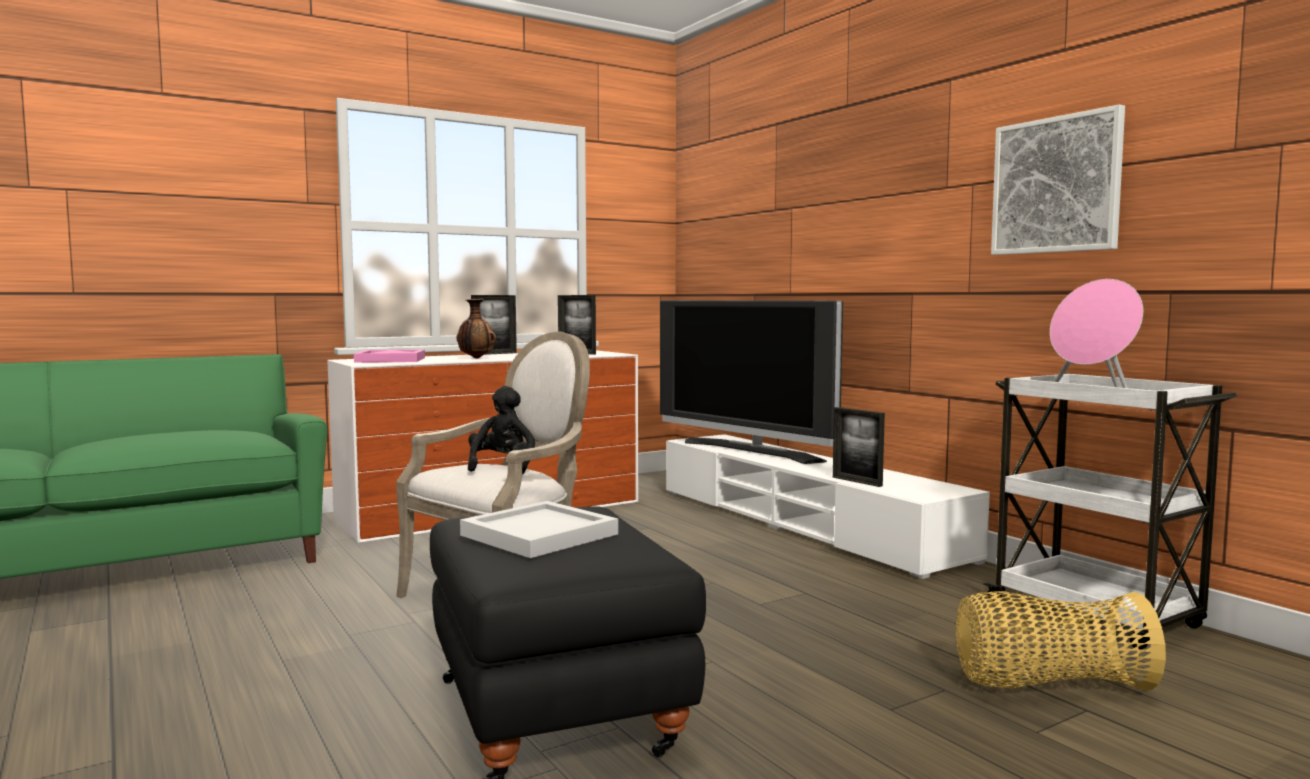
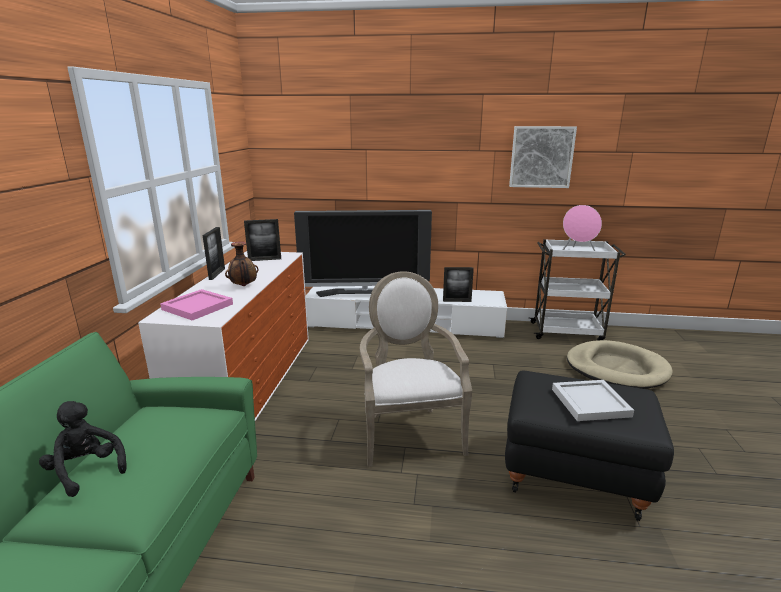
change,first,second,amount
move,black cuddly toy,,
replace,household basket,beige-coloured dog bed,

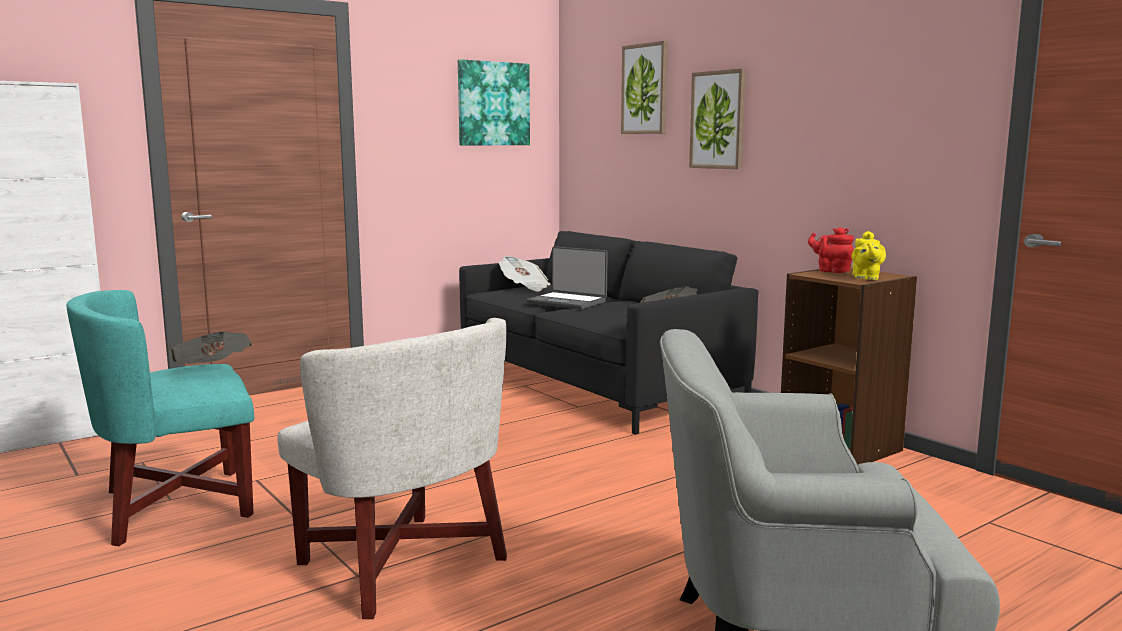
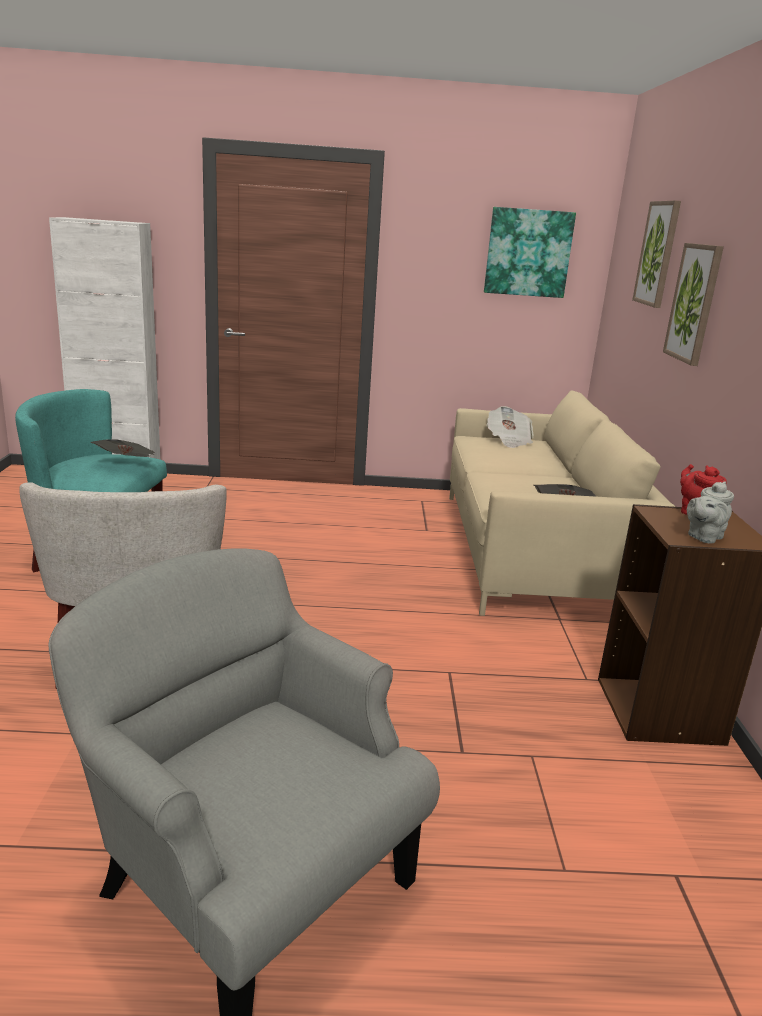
change,first,second,amount
recolor,black settee,beige-coloured settee,
delete,laptop,,
recolor,yellow tea pot,greyish tea pot,

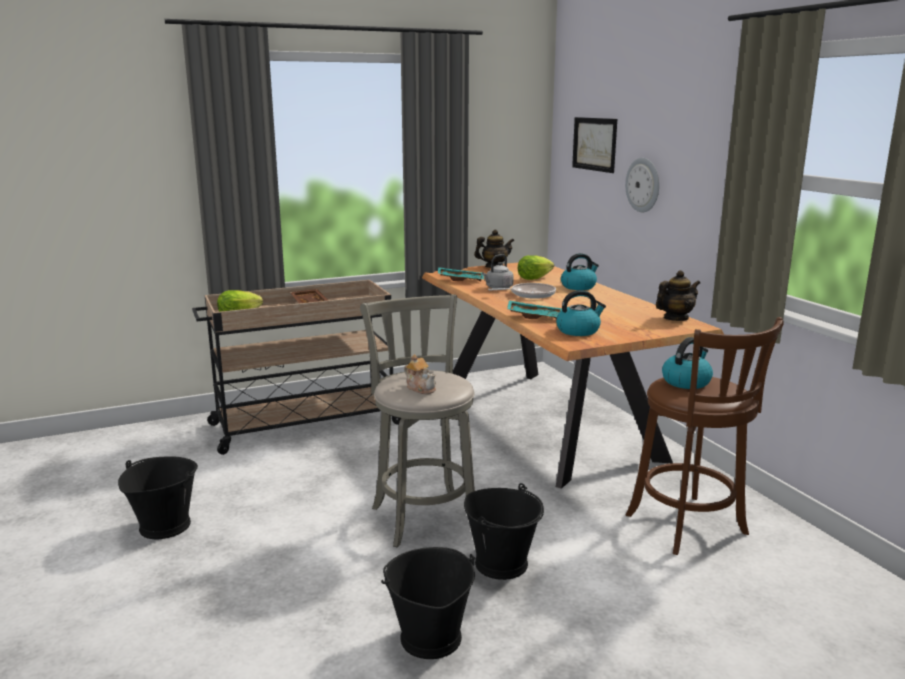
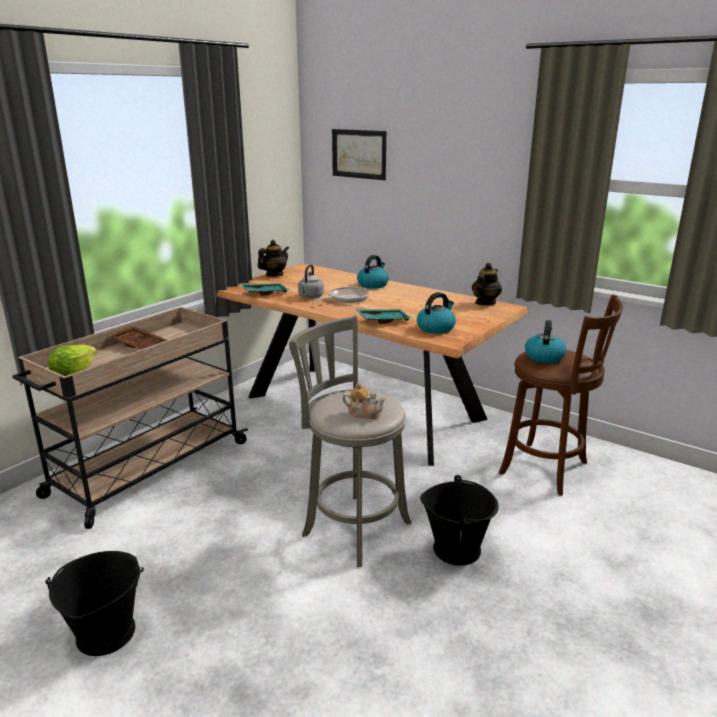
change,first,second,amount
delete,black pail (2nd from left),,
delete,lettuce (2nd from left),,
delete,clock on the wall,,

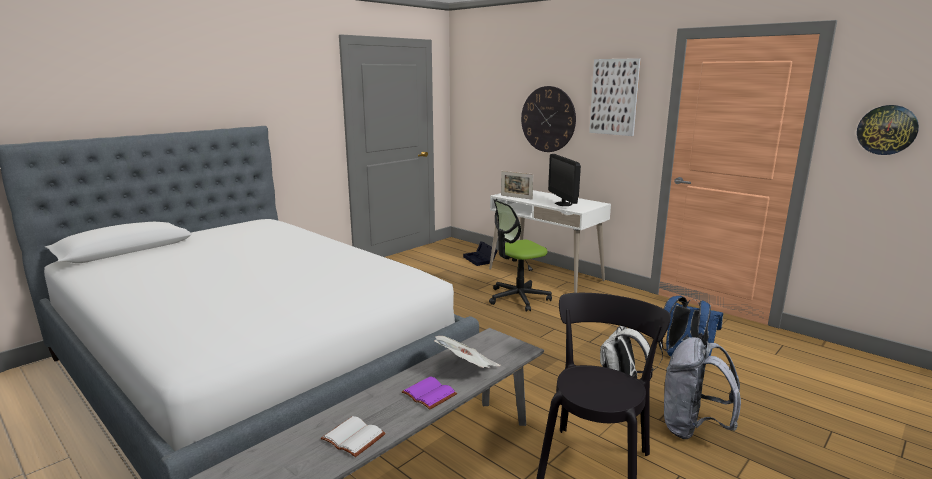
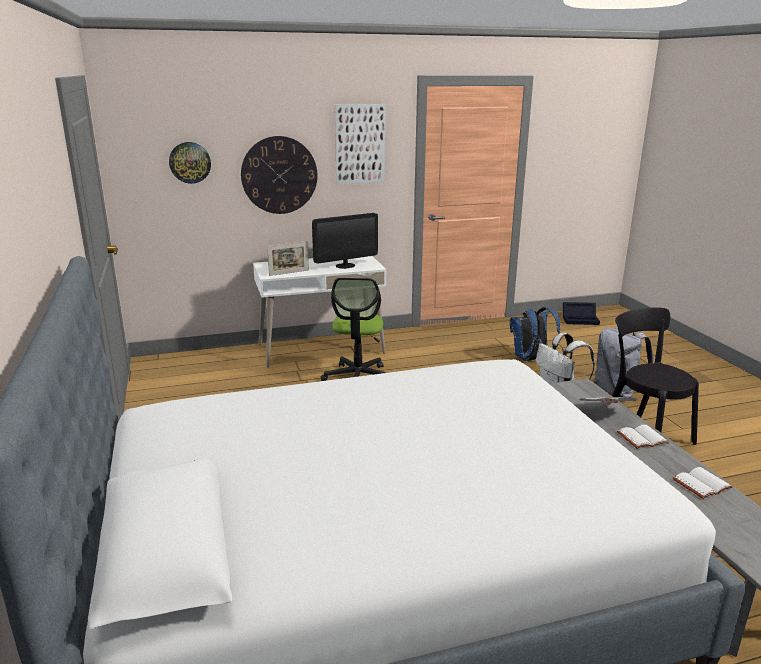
change,first,second,amount
recolor,purple-coloured book,whitish book (1st from left),
move,black storage bin,,
rotate,monitor,,45 degrees counterclockwise
move,clock on the wall (2nd from left in the first image),clock on the wall (1st from left),

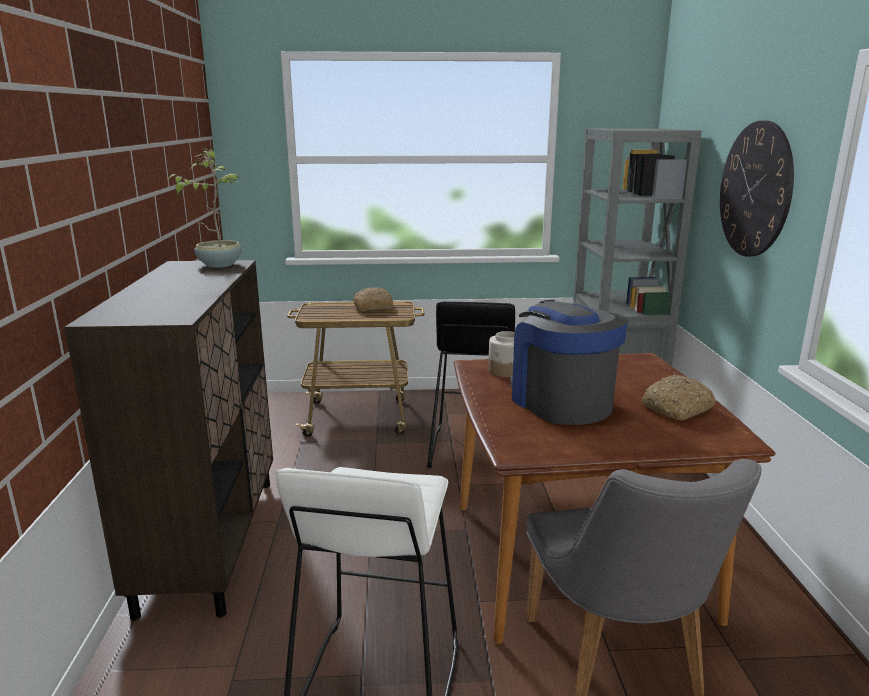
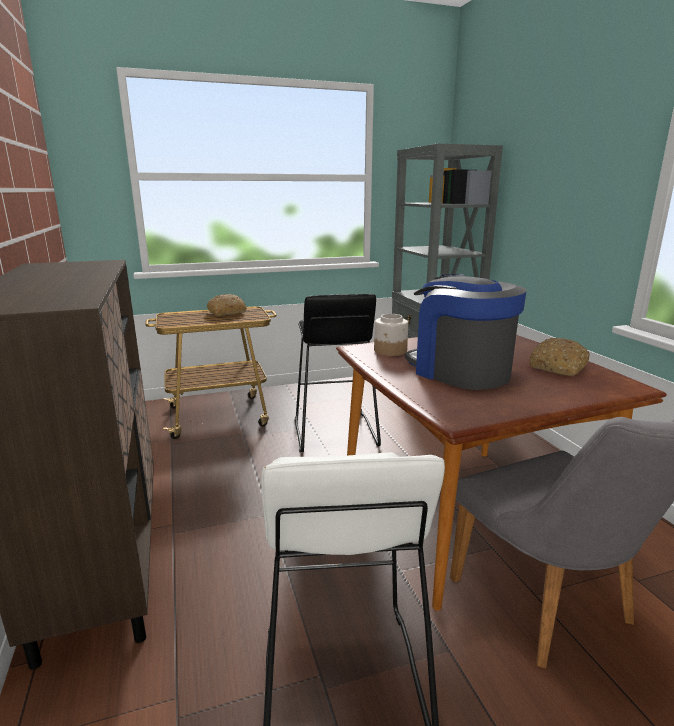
change,first,second,amount
delete,plant in a pot,,
delete,clock on the wall,,

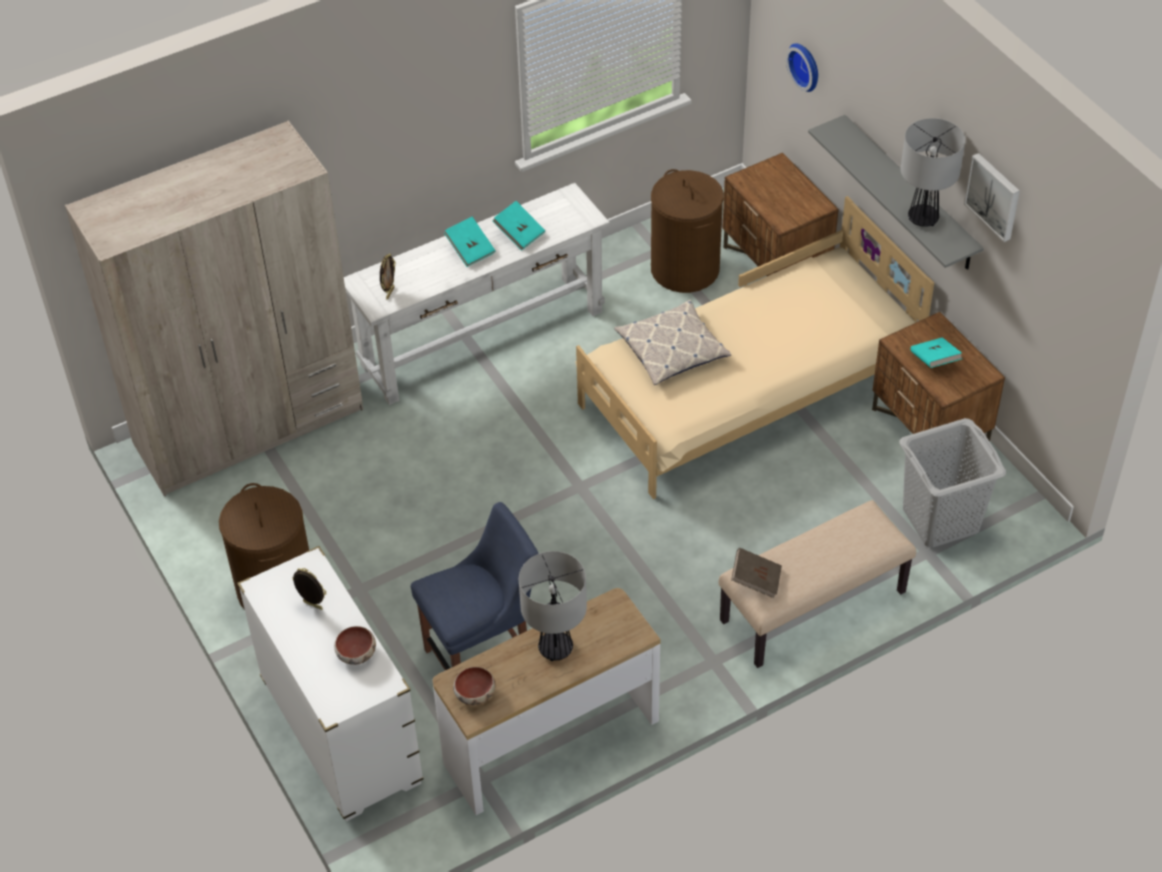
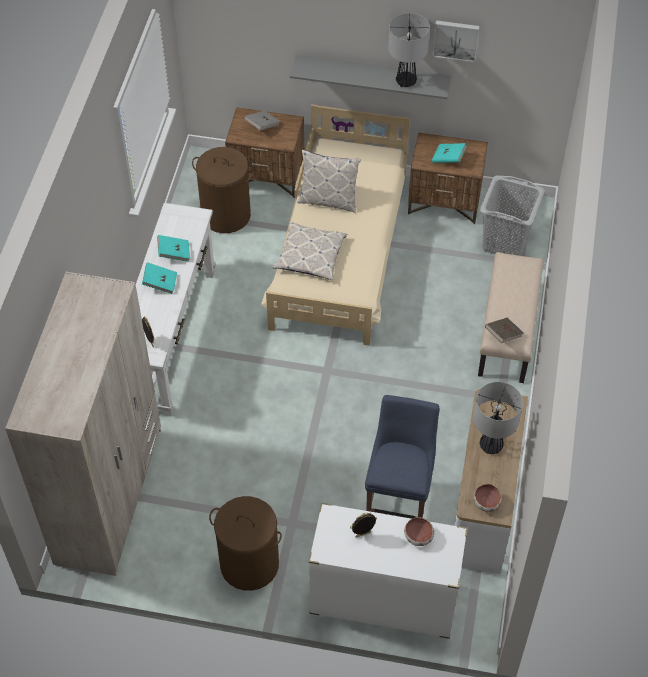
change,first,second,amount
delete,clock on the wall,,
insert,,greyish book,
insert,,cushion (2nd from left),

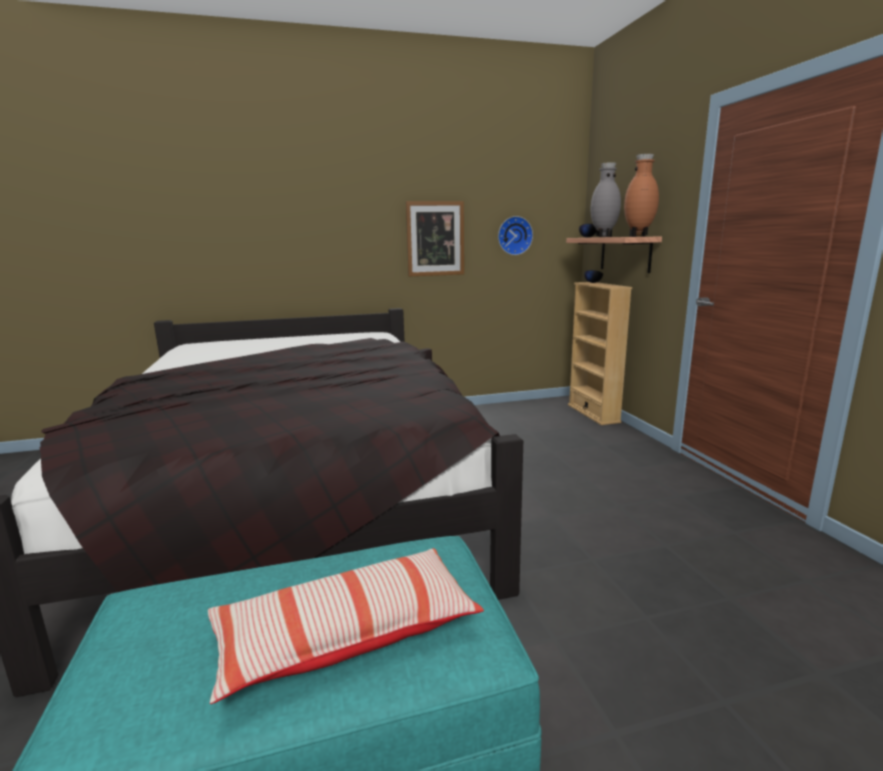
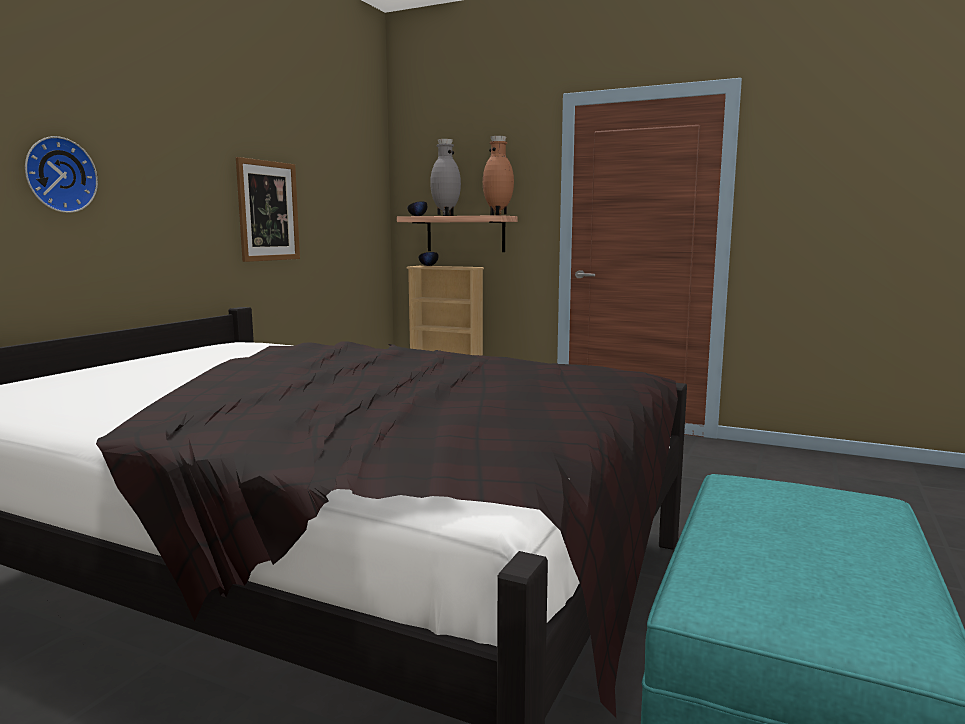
change,first,second,amount
delete,cushion,,
move,clock on the wall,,

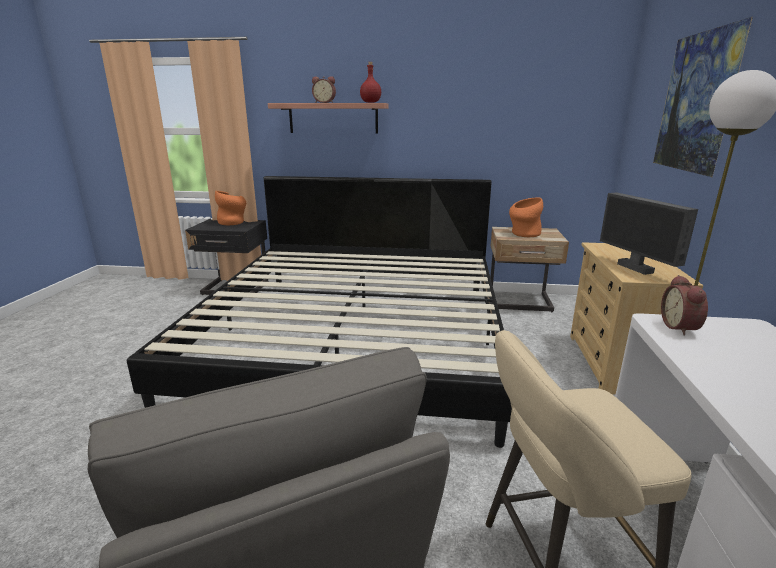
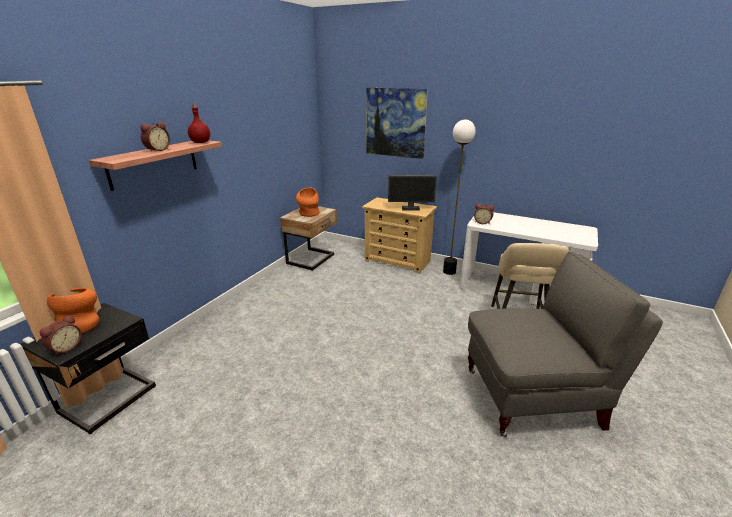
change,first,second,amount
delete,bedroom bed,,
insert,,bedside clock (1st from left),

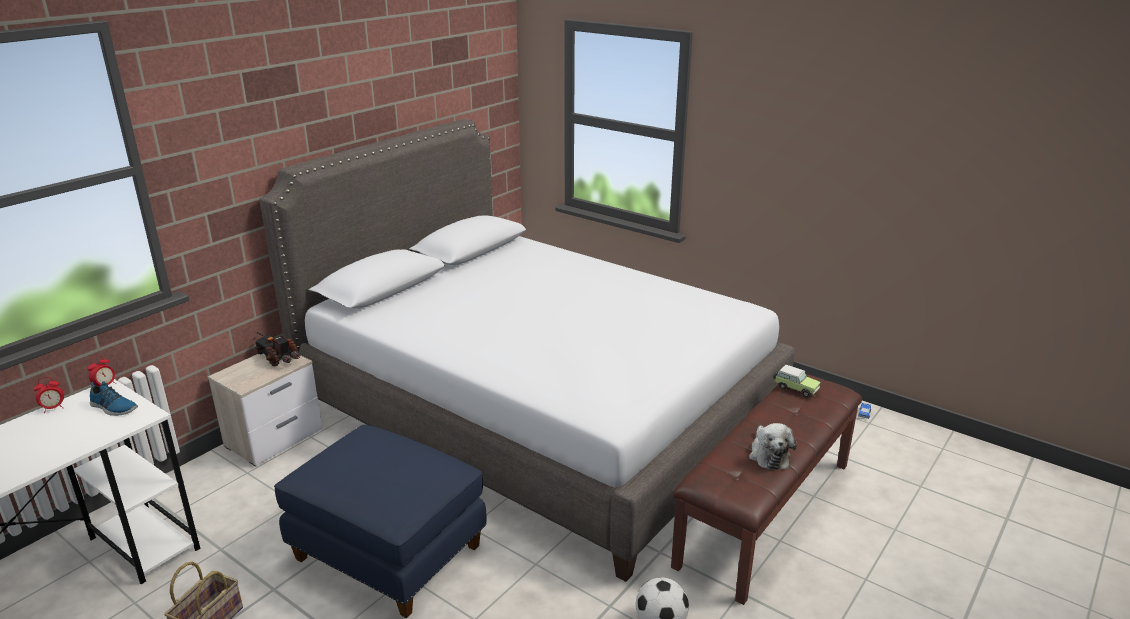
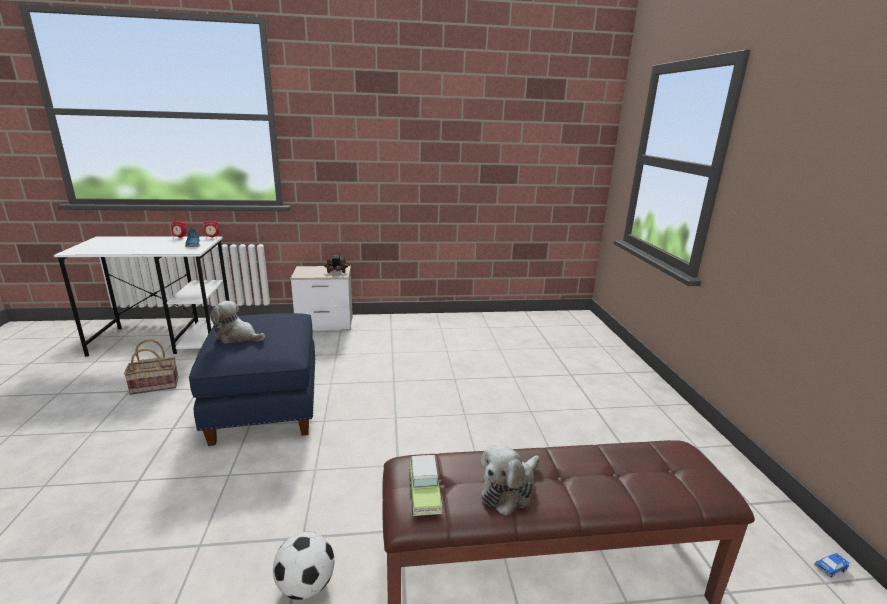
change,first,second,amount
delete,greyish bedroom bed,,
move,toy car (1st from left),,
insert,,cuddly toy (1st from left),

